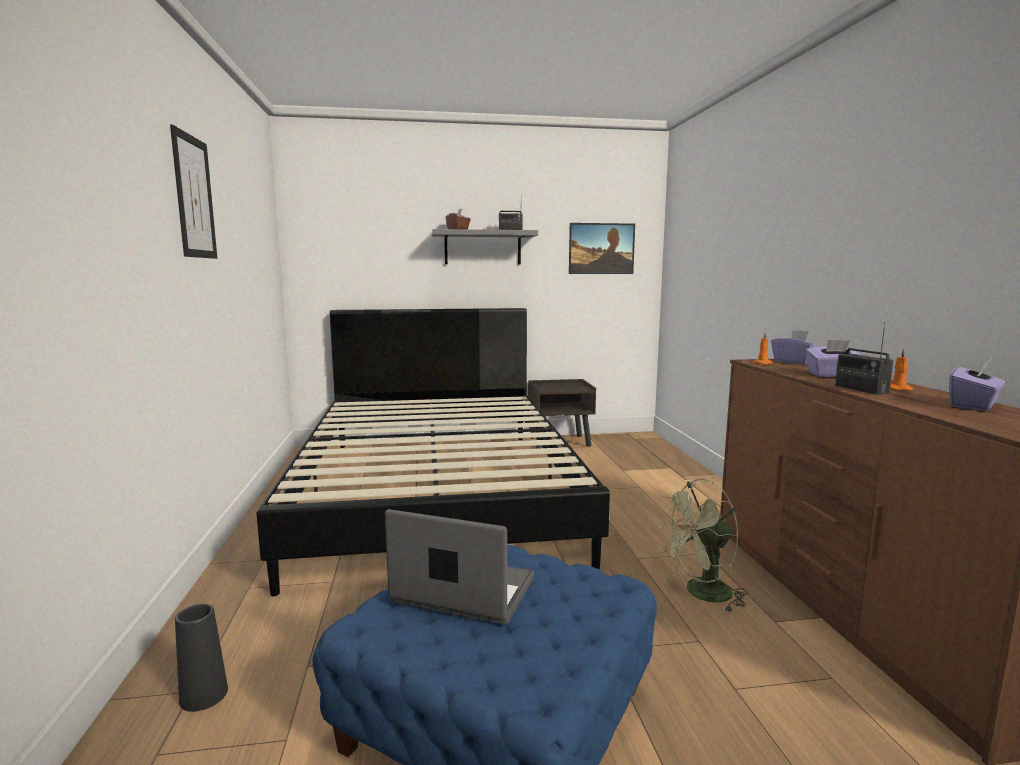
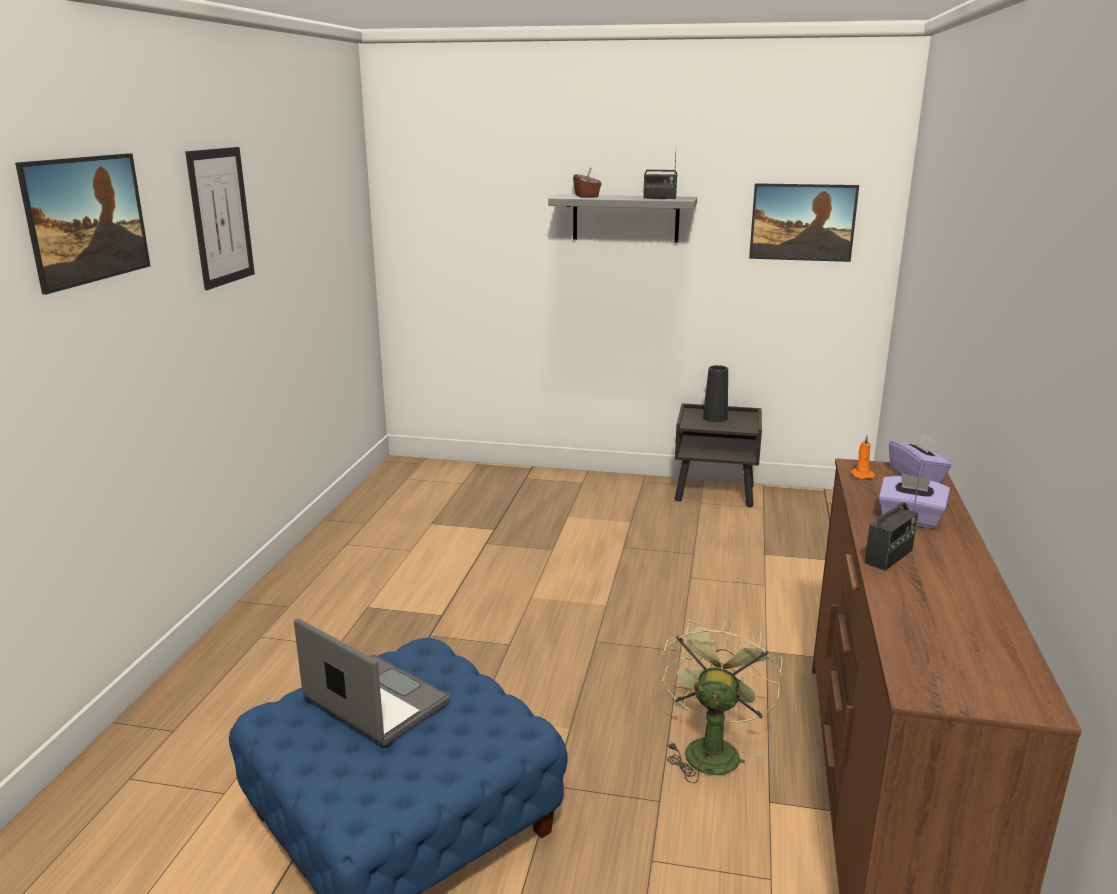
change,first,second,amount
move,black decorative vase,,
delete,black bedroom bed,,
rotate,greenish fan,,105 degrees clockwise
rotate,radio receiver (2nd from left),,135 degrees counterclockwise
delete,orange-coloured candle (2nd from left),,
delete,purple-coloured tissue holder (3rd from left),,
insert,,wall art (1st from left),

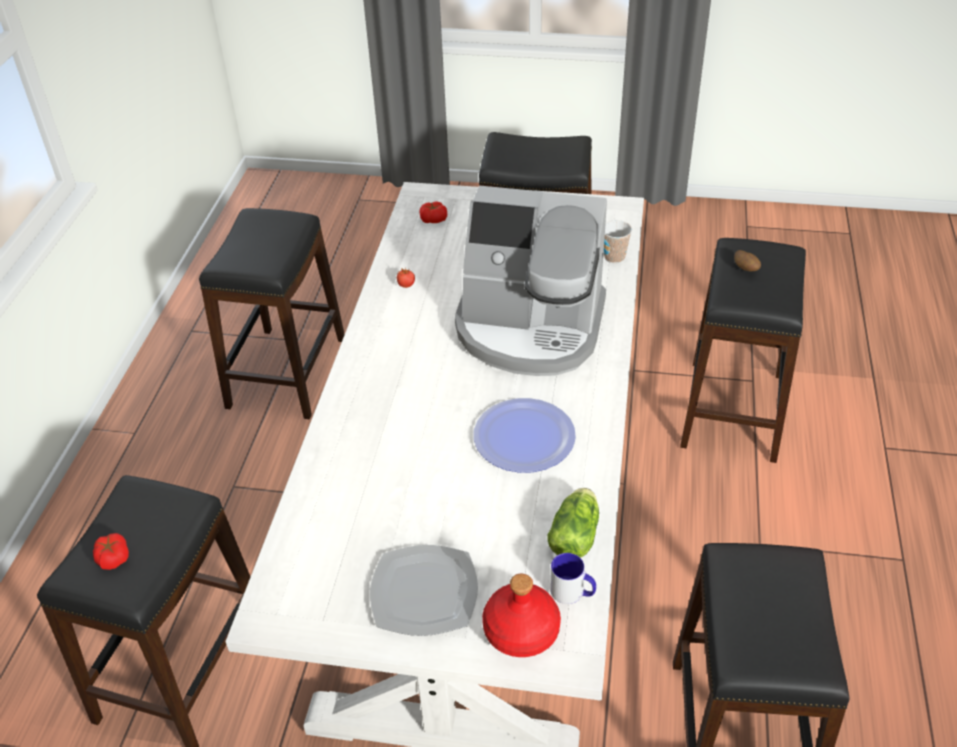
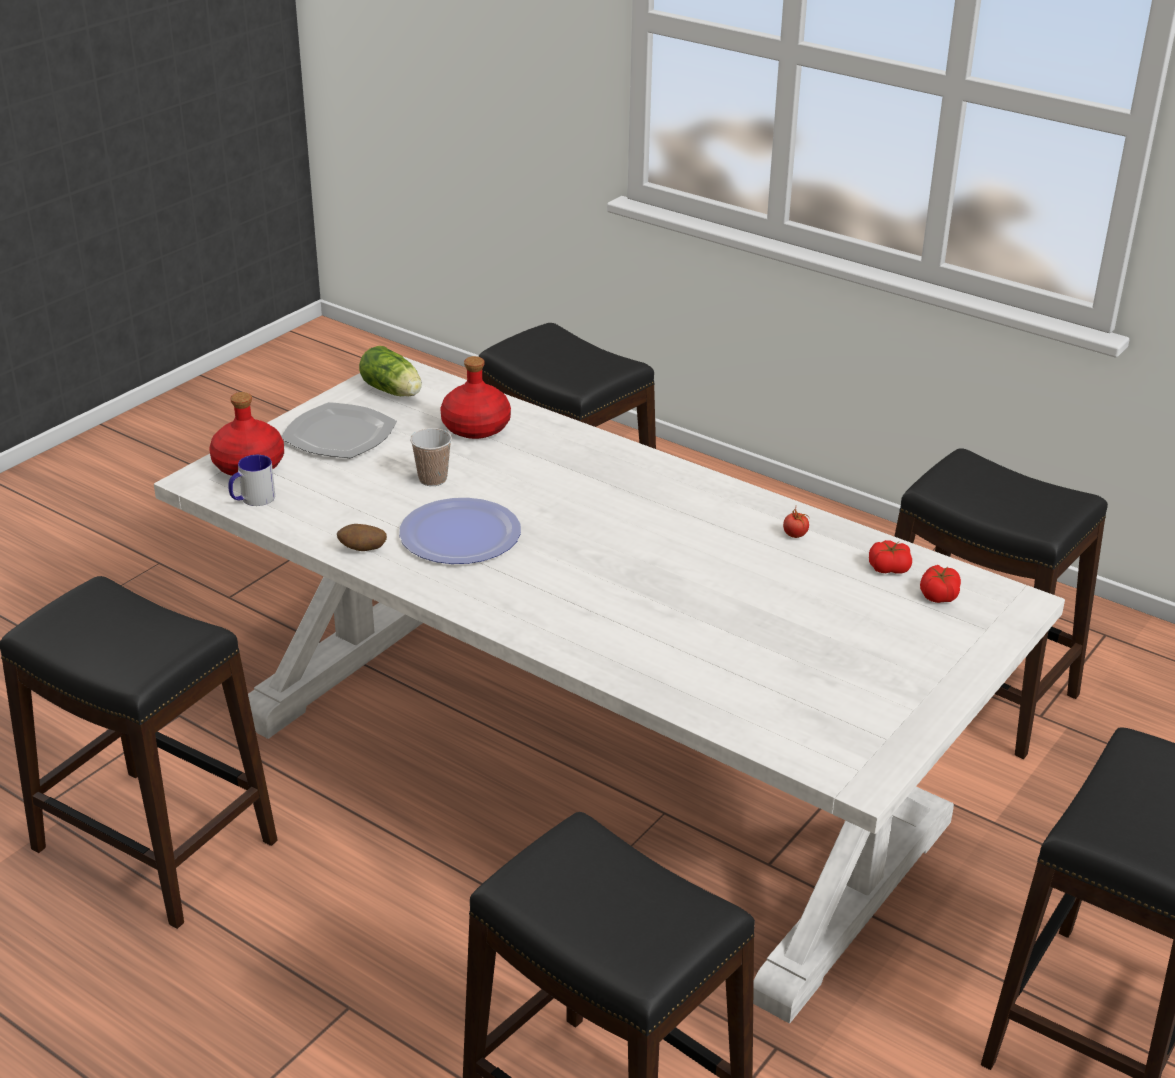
change,first,second,amount
move,tomato (1st from left in the first image),tomato (2nd from left),
delete,coffee brewer,,
move,lettuce,,
move,small cup,,
move,potato,,
insert,,reddish bottle (2nd from left),

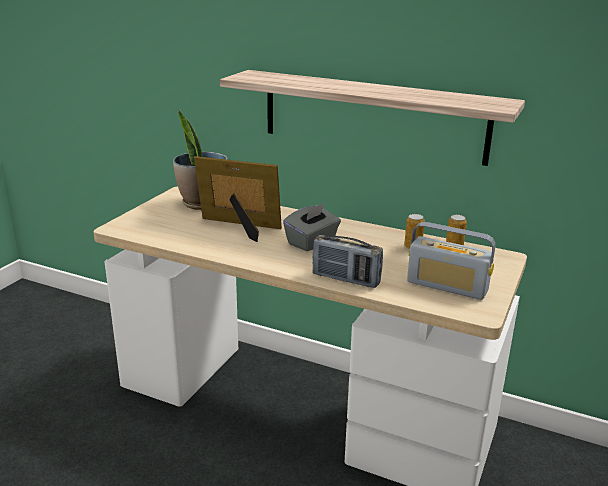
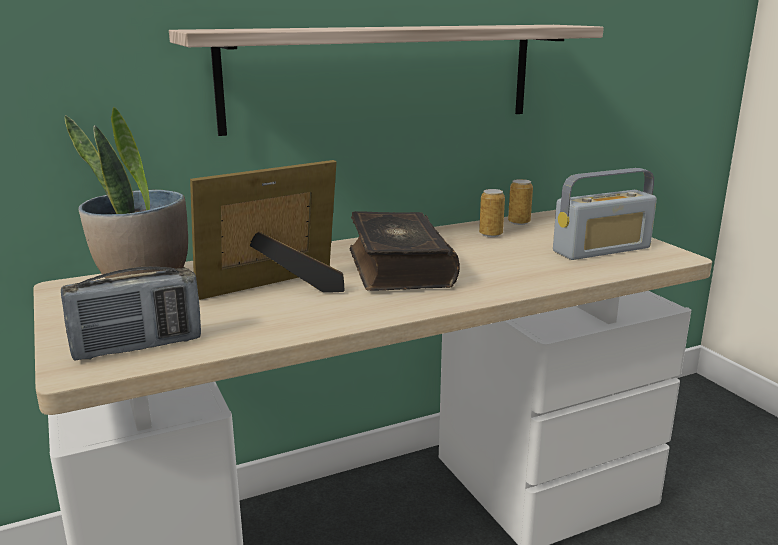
change,first,second,amount
replace,greyish tissue holder,book,
move,radio receiver (1st from left),,

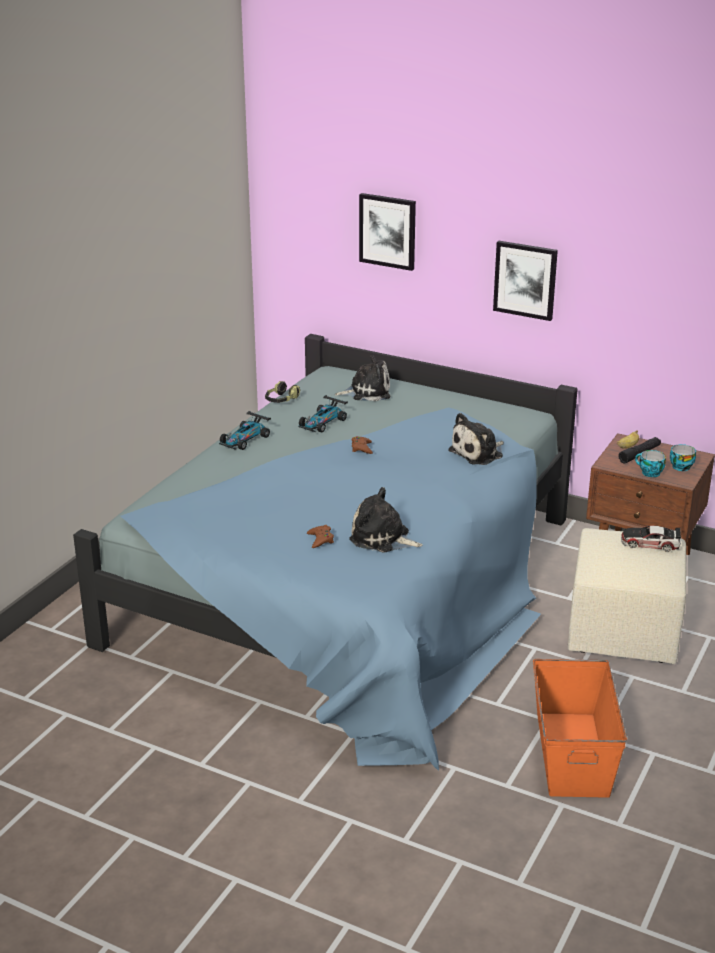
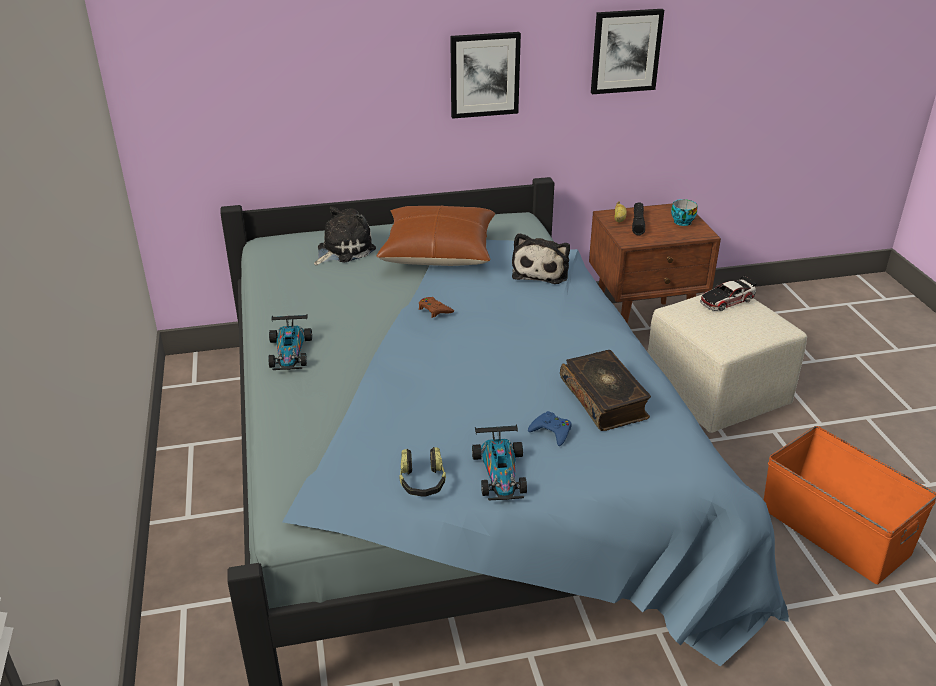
change,first,second,amount
move,pair of headphones,,
move,toy car (2nd from left),,
recolor,brown-coloured game controller (1st from left),bluish game controller,
replace,cuddly toy (2nd from left),book,
move,wall art (1st from left in the first image),wall art (2nd from left),
delete,small cup (1st from left),,
insert,,brown-coloured cushion,

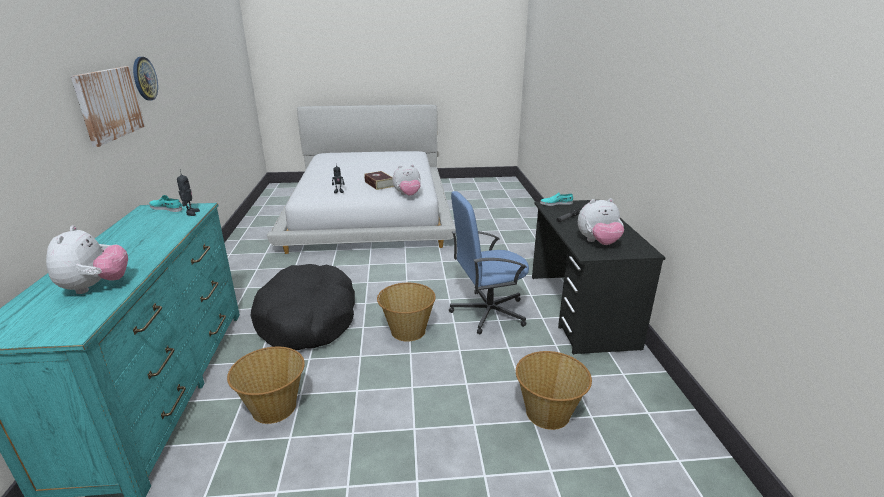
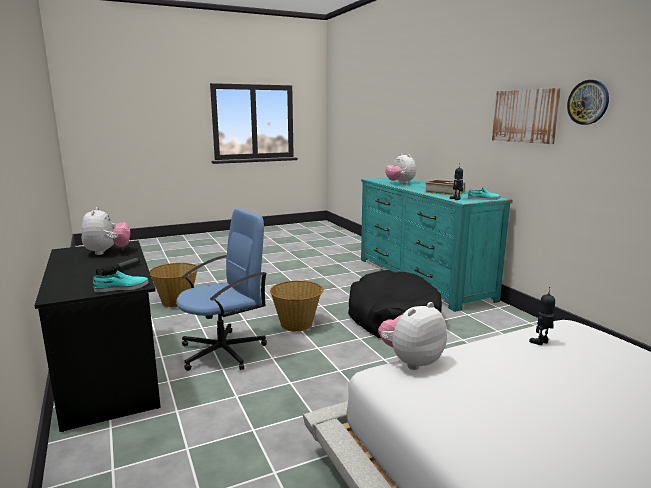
change,first,second,amount
delete,household basket (1st from left),,
move,book,,
rotate,cuddly toy (3rd from left in the first image),cuddly toy (1st from left),105 degrees clockwise

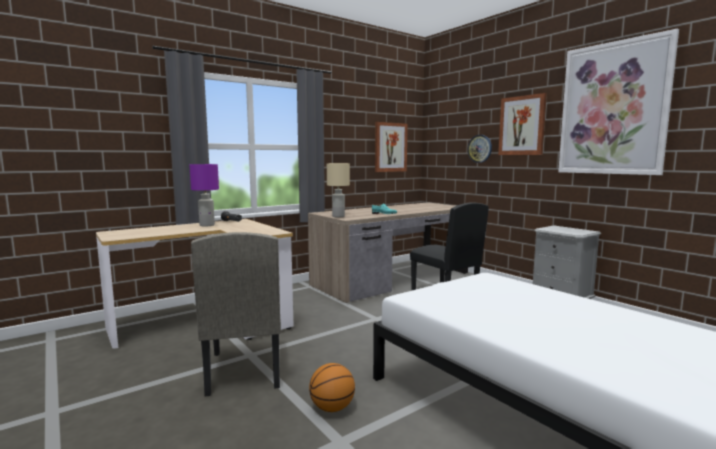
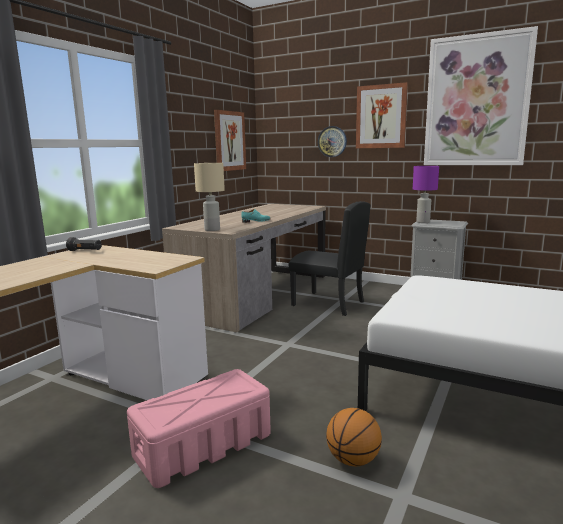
change,first,second,amount
move,purple-coloured tabletop lamp,,
replace,beige-coloured chair,pink-coloured storage bin,

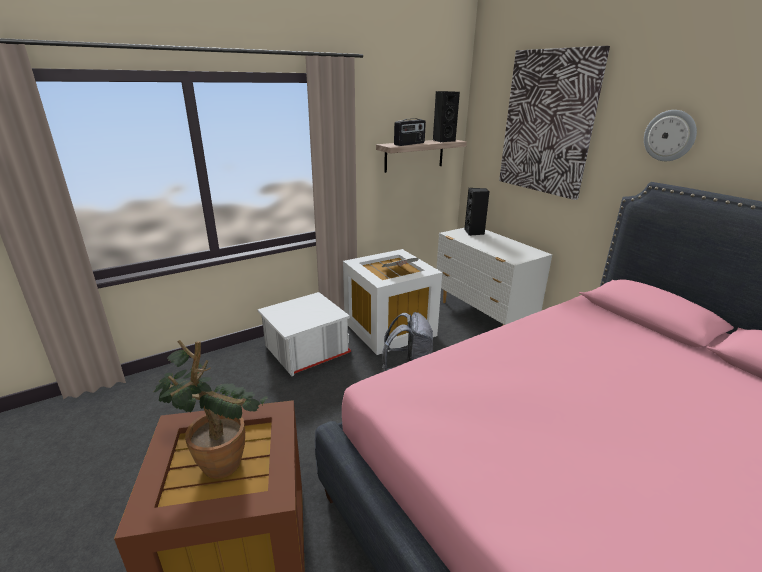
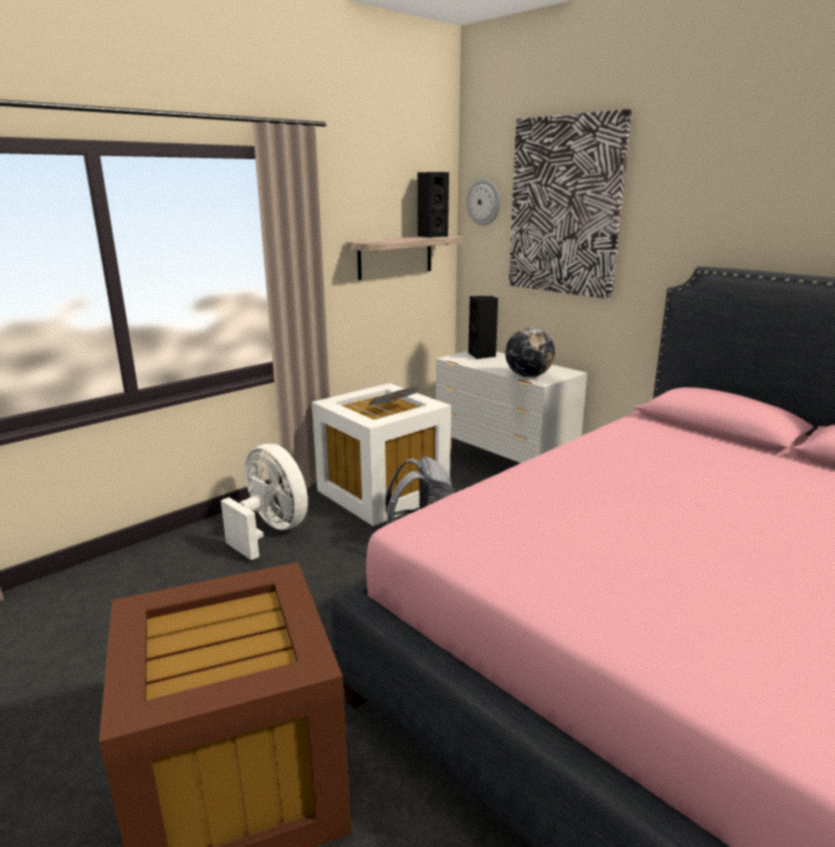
change,first,second,amount
delete,plant in a pot,,
replace,whitish storage bin (1st from left),whitish fan,
delete,radio receiver,,
move,clock on the wall,,
insert,,globe,

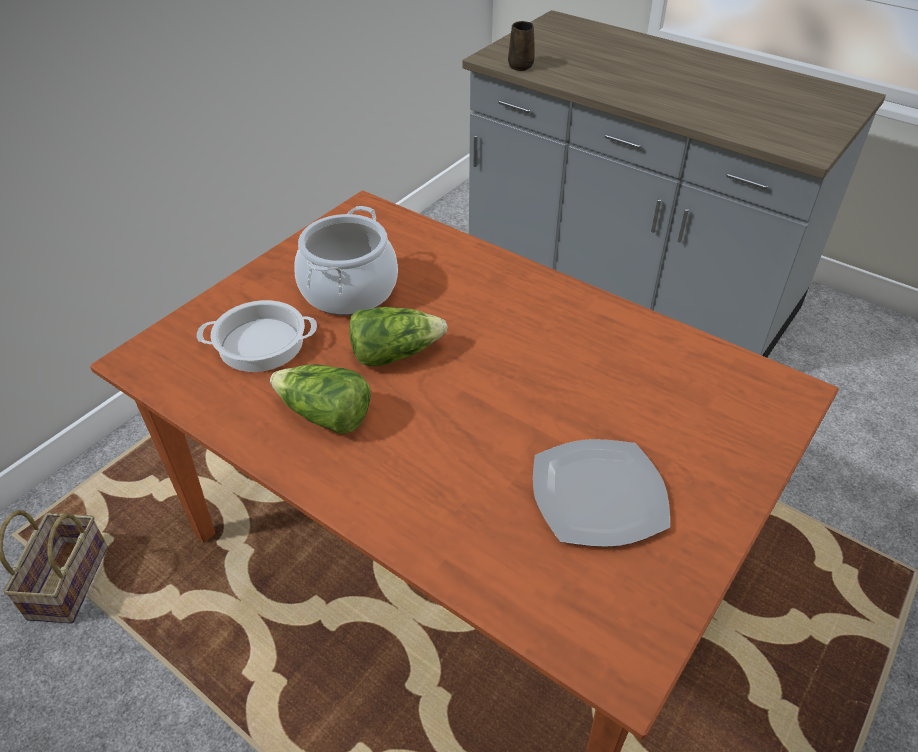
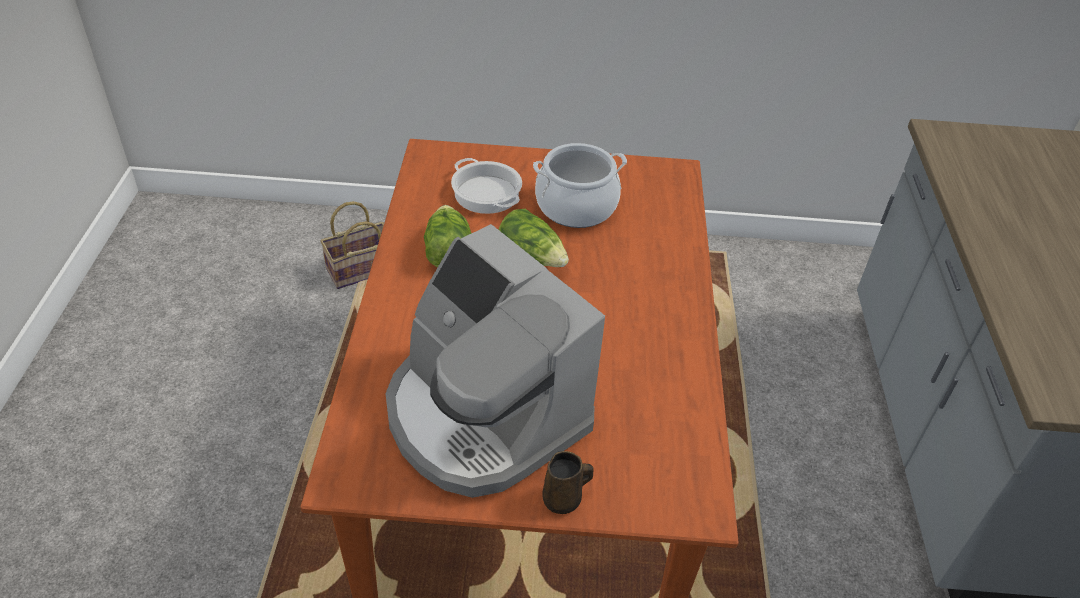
change,first,second,amount
move,brown-coloured tea mug,,
replace,flat dish,coffee brewer,

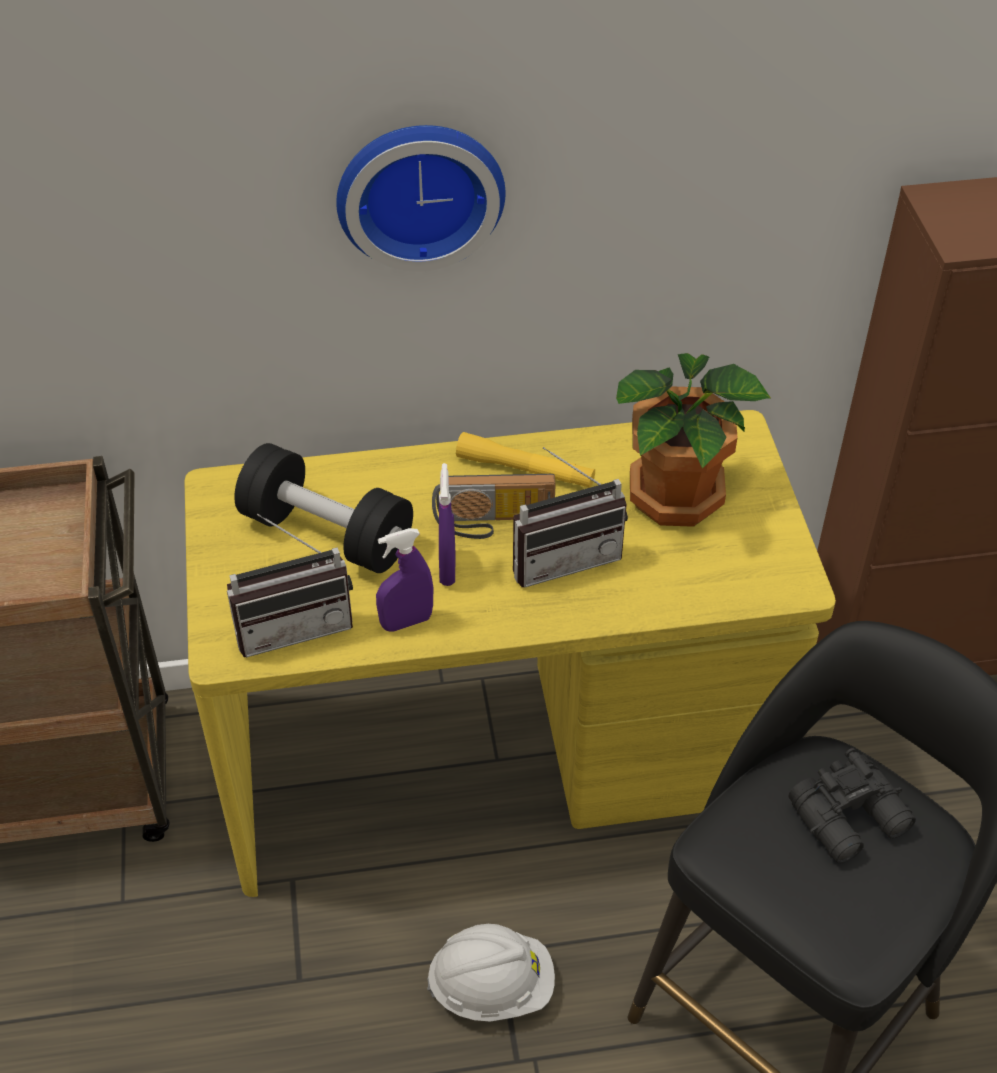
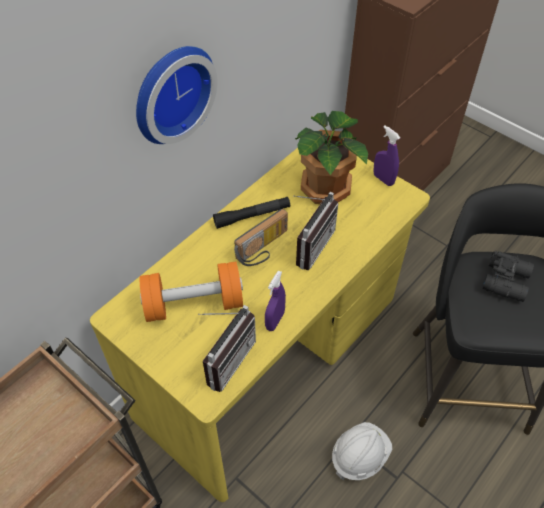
change,first,second,amount
recolor,black free weight,orange-coloured free weight,
move,purple-coloured hand sprayer (2nd from left),,
recolor,yellow flashlight,black flashlight,

